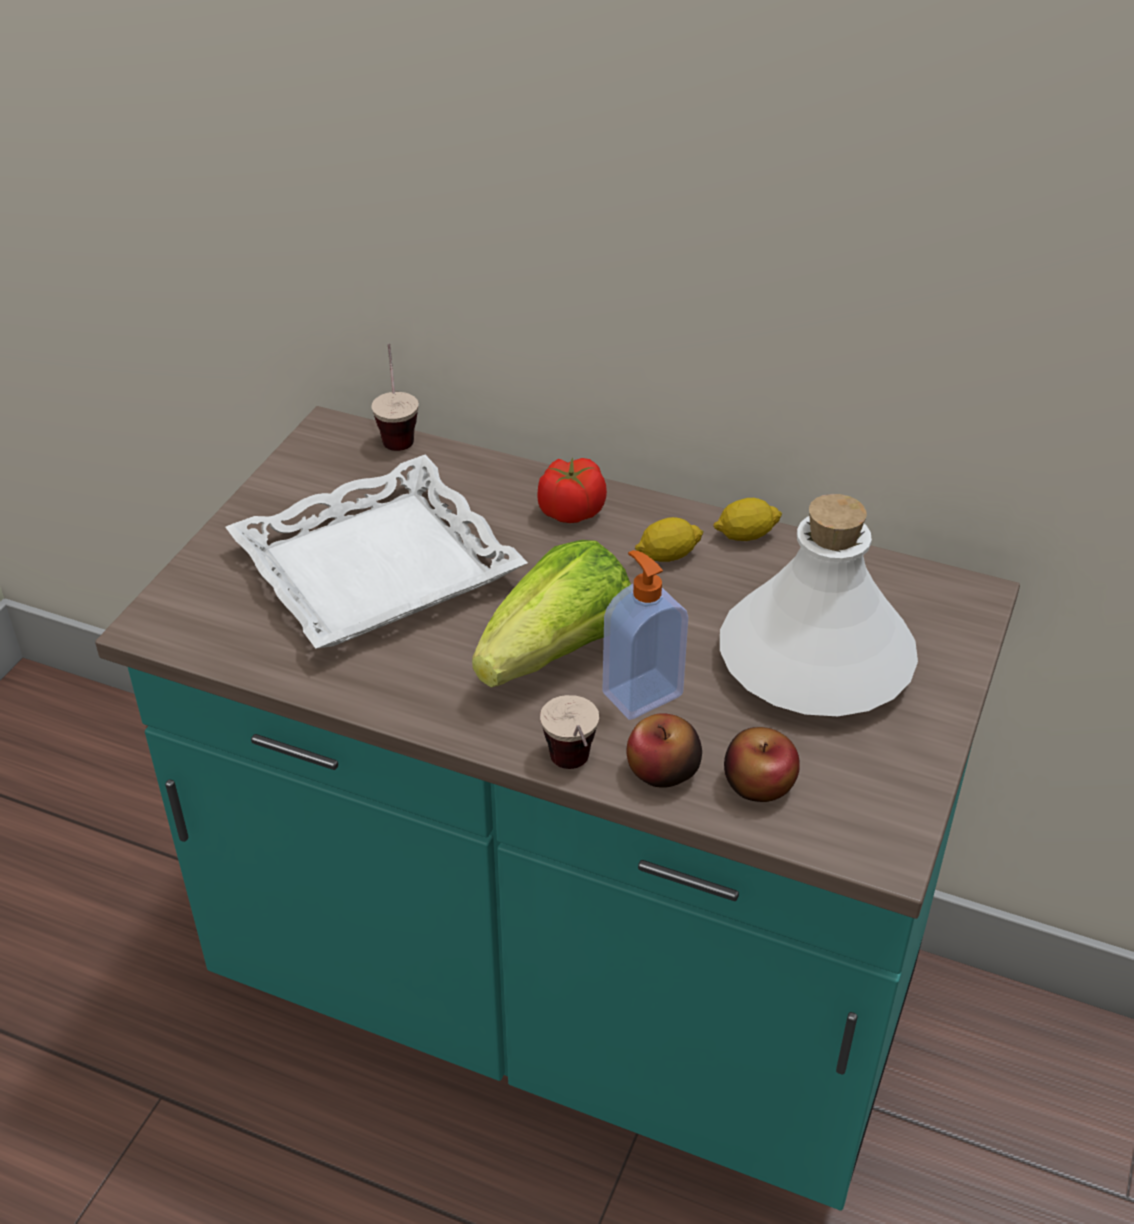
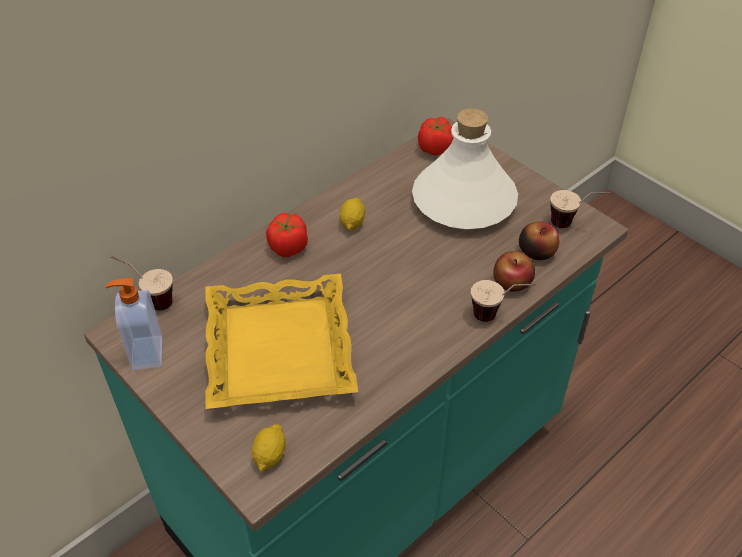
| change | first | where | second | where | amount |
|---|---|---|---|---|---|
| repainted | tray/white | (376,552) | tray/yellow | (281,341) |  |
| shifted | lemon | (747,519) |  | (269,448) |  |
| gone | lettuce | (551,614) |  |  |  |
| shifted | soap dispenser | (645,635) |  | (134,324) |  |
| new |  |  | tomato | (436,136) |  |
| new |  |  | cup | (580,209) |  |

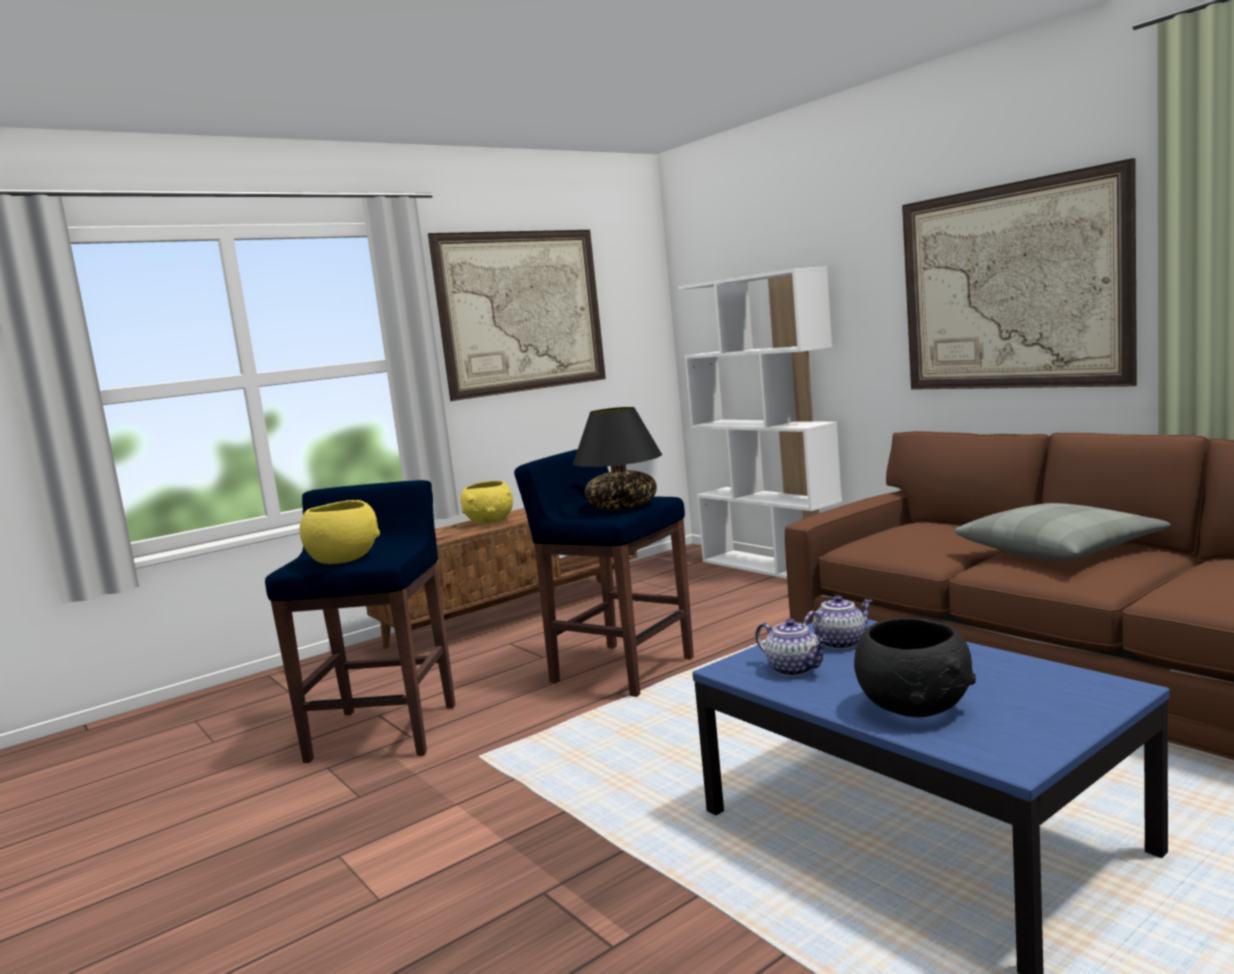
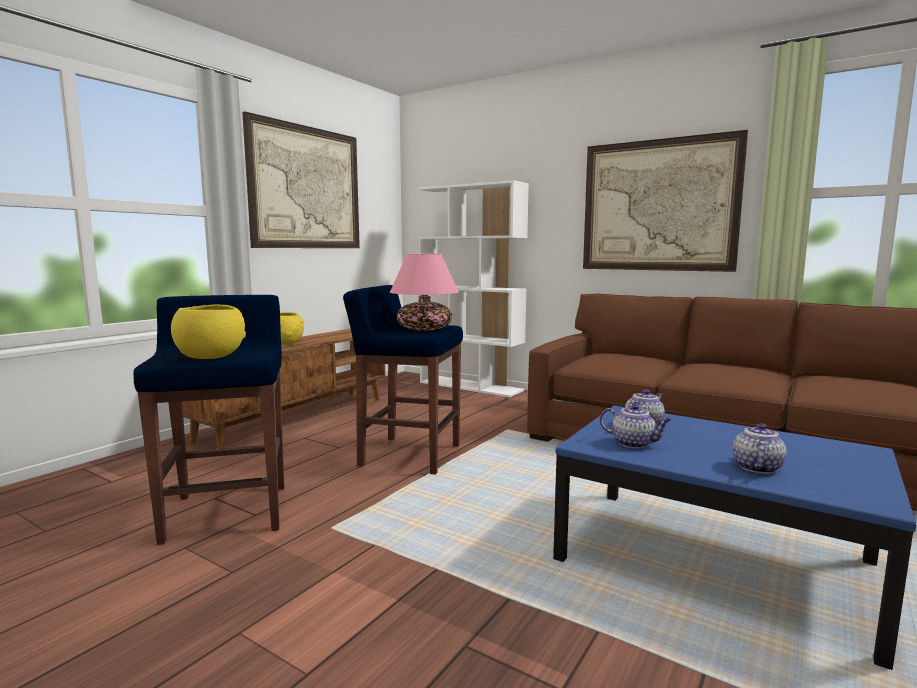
| change | first | where | second | where | amount |
|---|---|---|---|---|---|
| repainted | table lamp/black | (617,458) | table lamp/pink | (424,292) |  |
| gone | pillow/grey | (1063,531) |  |  |  |
| swapped | bowl/black | (915,667) | teapot | (760,448) |  |

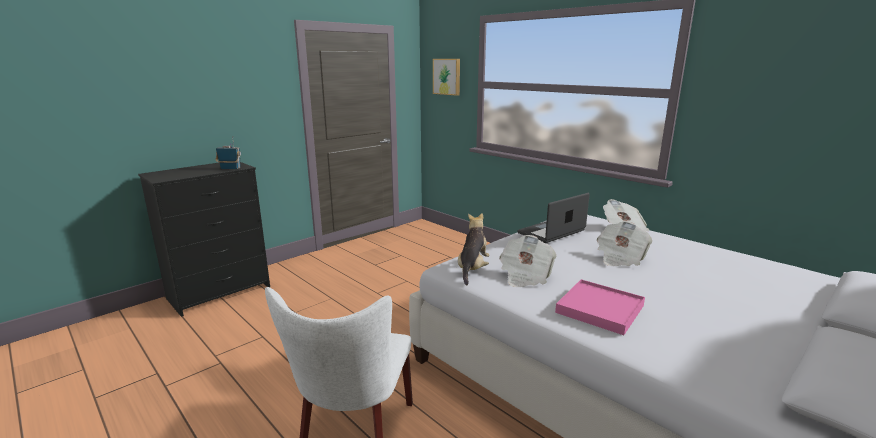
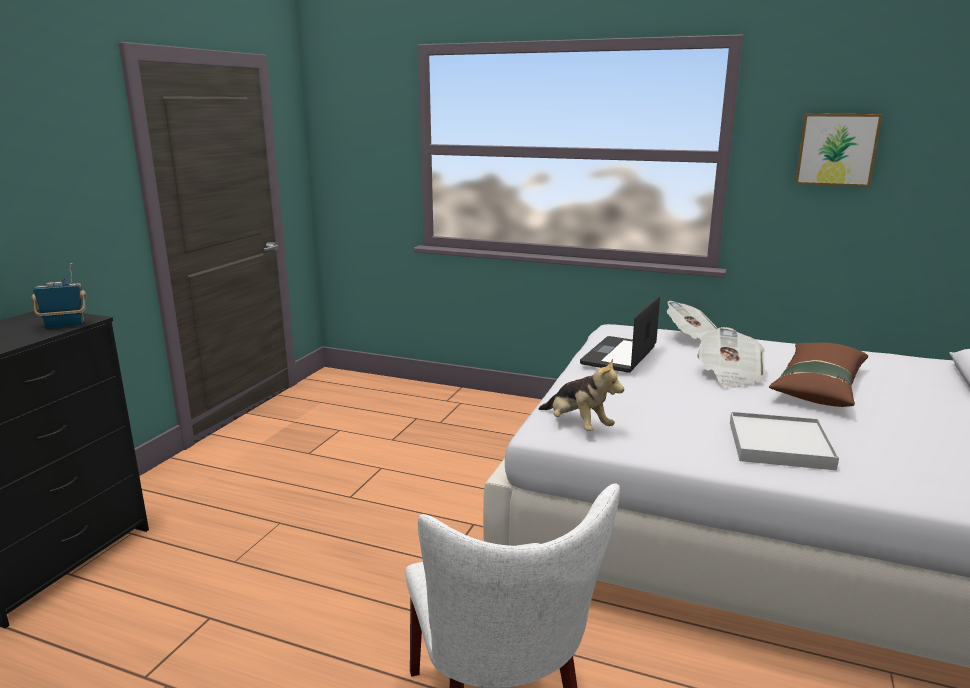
| change | first | where | second | where | amount |
|---|---|---|---|---|---|
| shifted | picture | (446,77) |  | (839,150) |  |
| rotated | plush toy | (474,249) |  | (581,394) | 150 degrees clockwise |
| gone | newspaper | (527,261) |  |  |  |
| repainted | tray/pink | (600,307) | tray/white | (784,441) |  |
| new |  |  | pillow/brown | (818,374) |  |

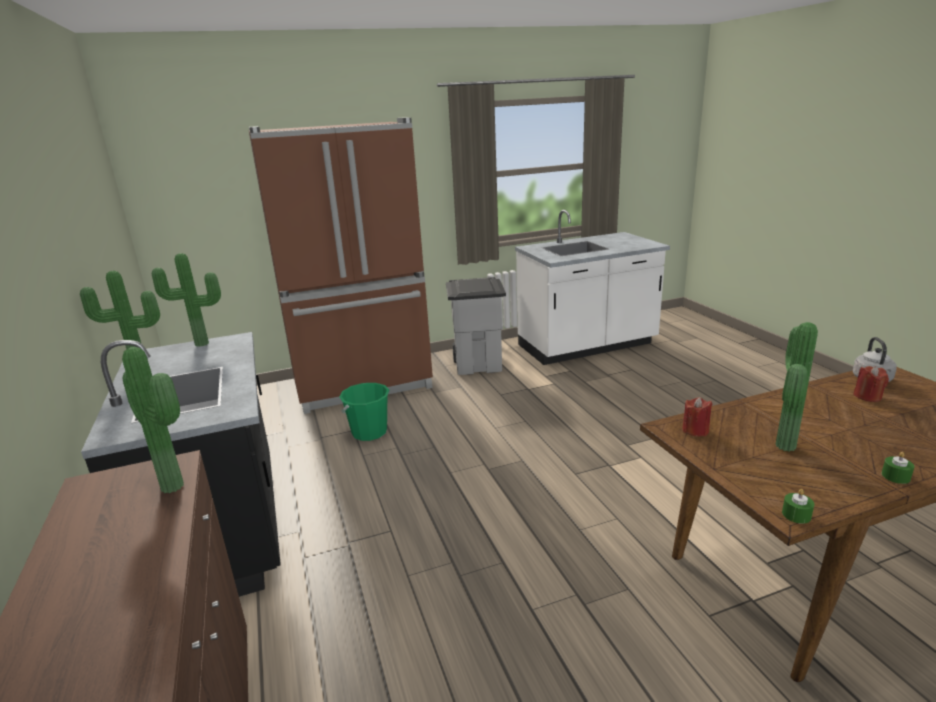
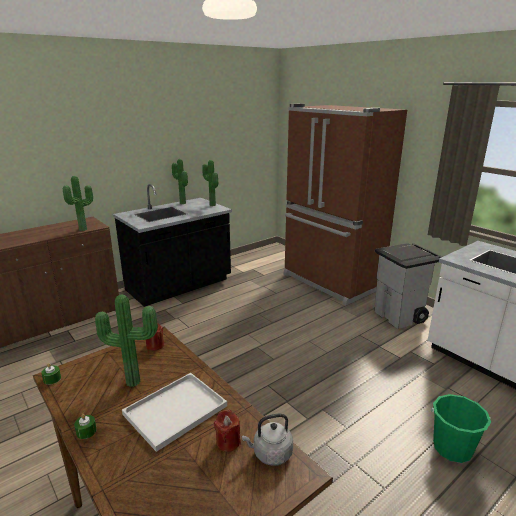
| change | first | where | second | where | amount |
|---|---|---|---|---|---|
| shifted | bucket/green | (364,412) |  | (461,428) |  |
| new |  |  | tray/white | (174,412) |  |

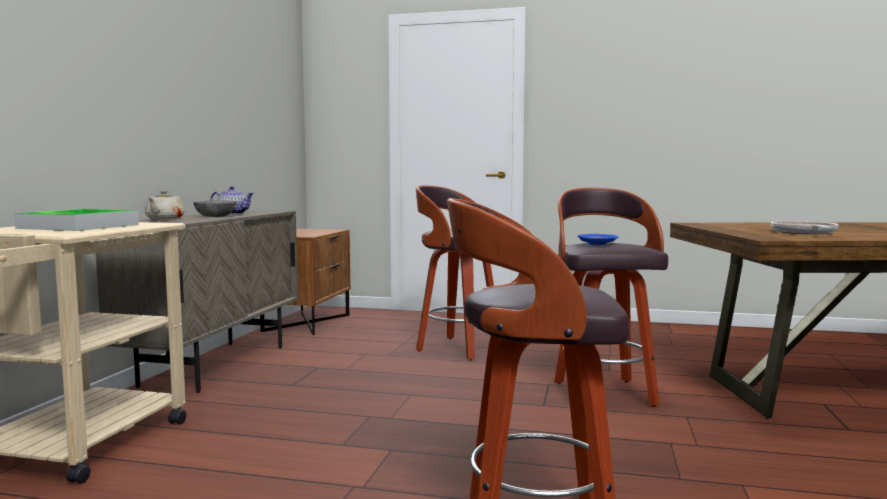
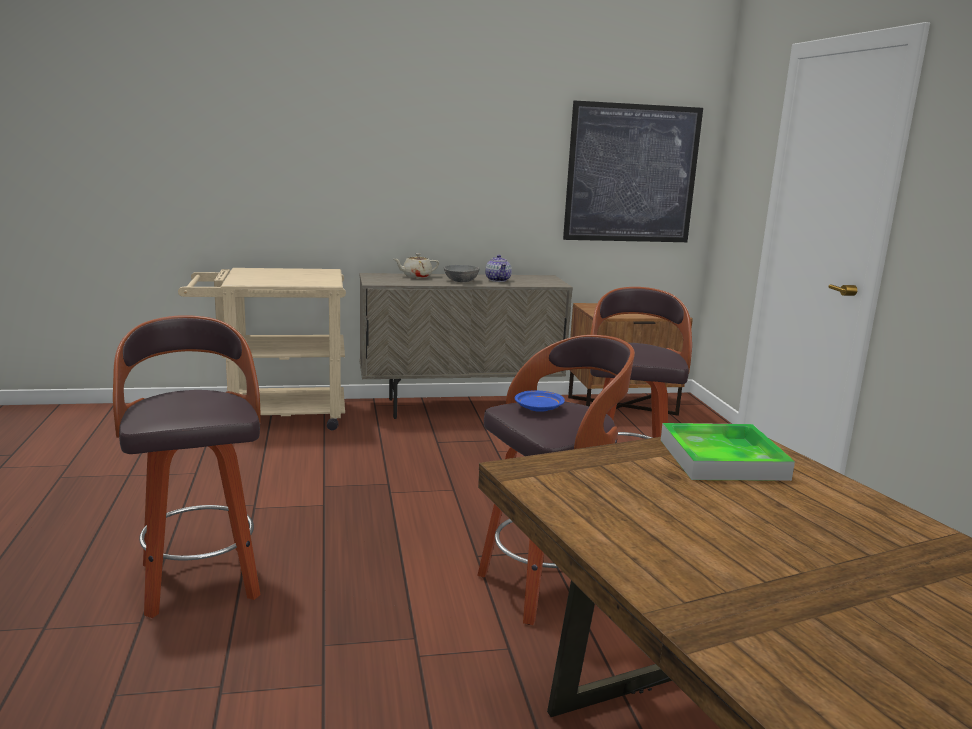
| change | first | where | second | where | amount |
|---|---|---|---|---|---|
| shifted | tray | (76,220) |  | (728,452) |  |
| gone | frying pan | (804,227) |  |  |  |
| new |  |  | picture | (633,171) |  |

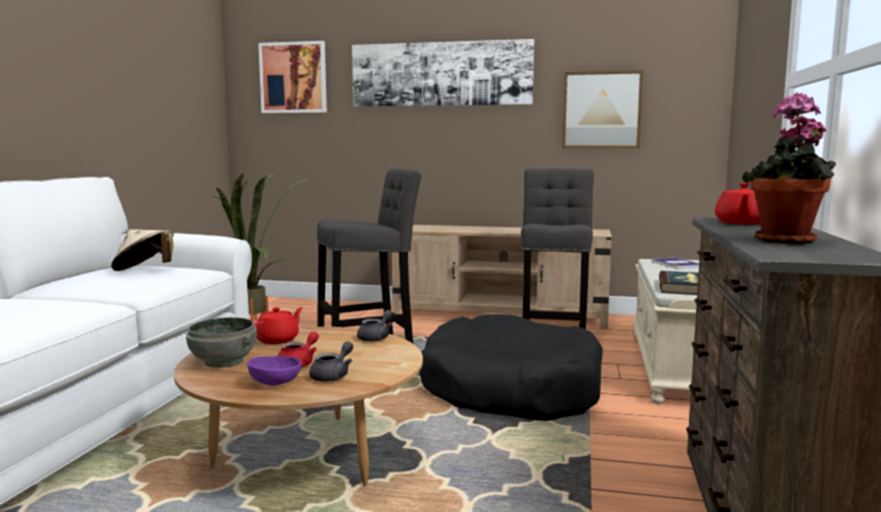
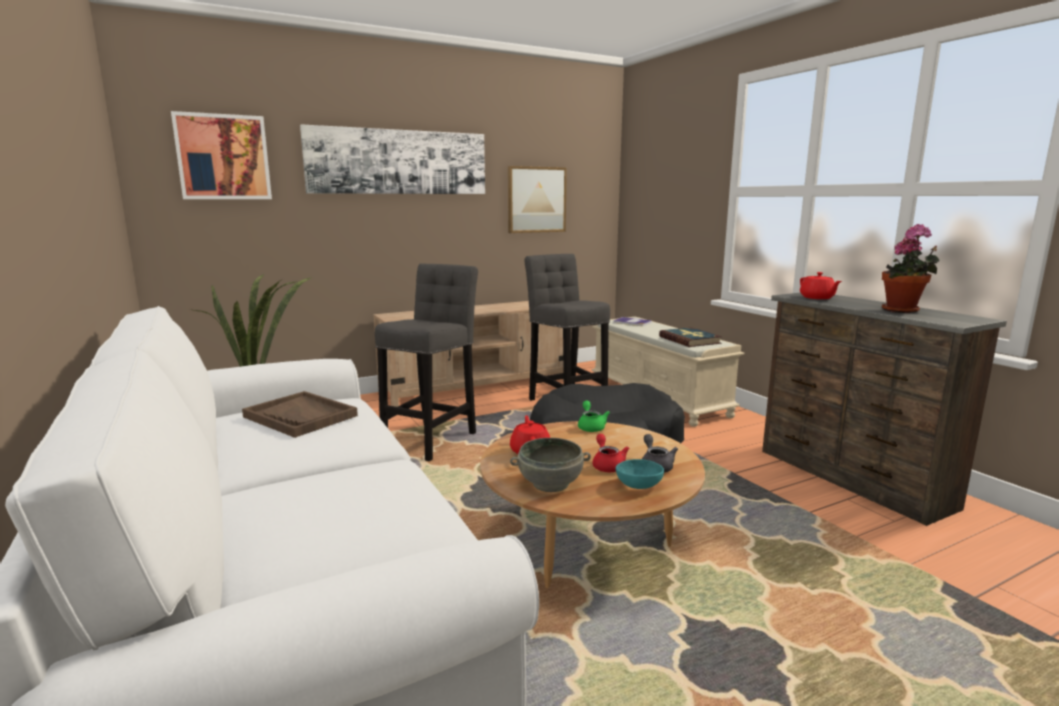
| change | first | where | second | where | amount |
|---|---|---|---|---|---|
| swapped | hat/beige | (142,250) | tray/brown | (300,414) |  |
| repainted | teapot/grey | (375,326) | teapot/green | (594,416) |  |
| repainted | bowl/purple | (274,370) | bowl/turquoise | (640,474) |  |

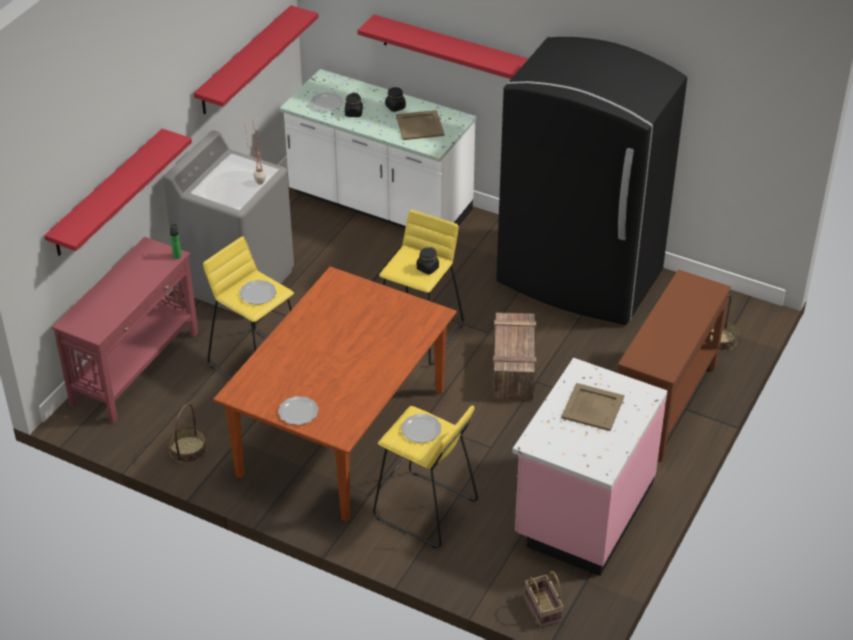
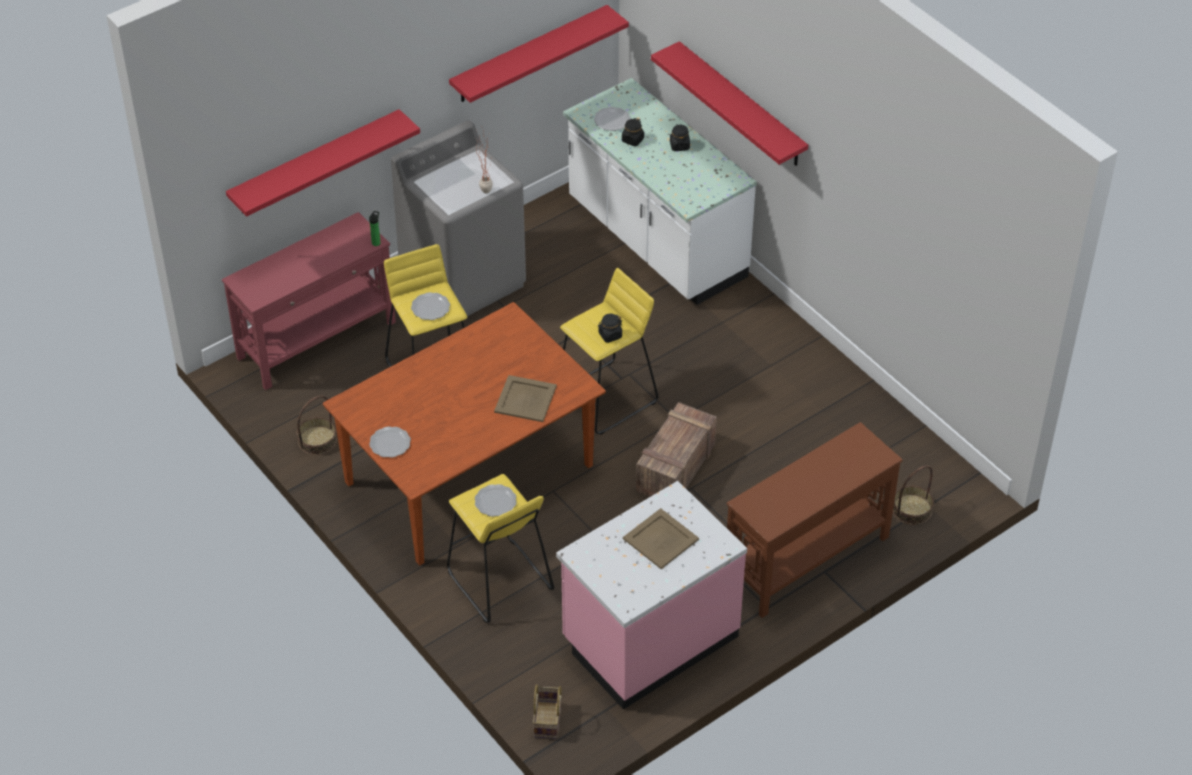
| change | first | where | second | where | amount |
|---|---|---|---|---|---|
| gone | fridge/black | (591,181) |  |  |  |
| shifted | tray/beige | (420,125) |  | (525,398) |  |

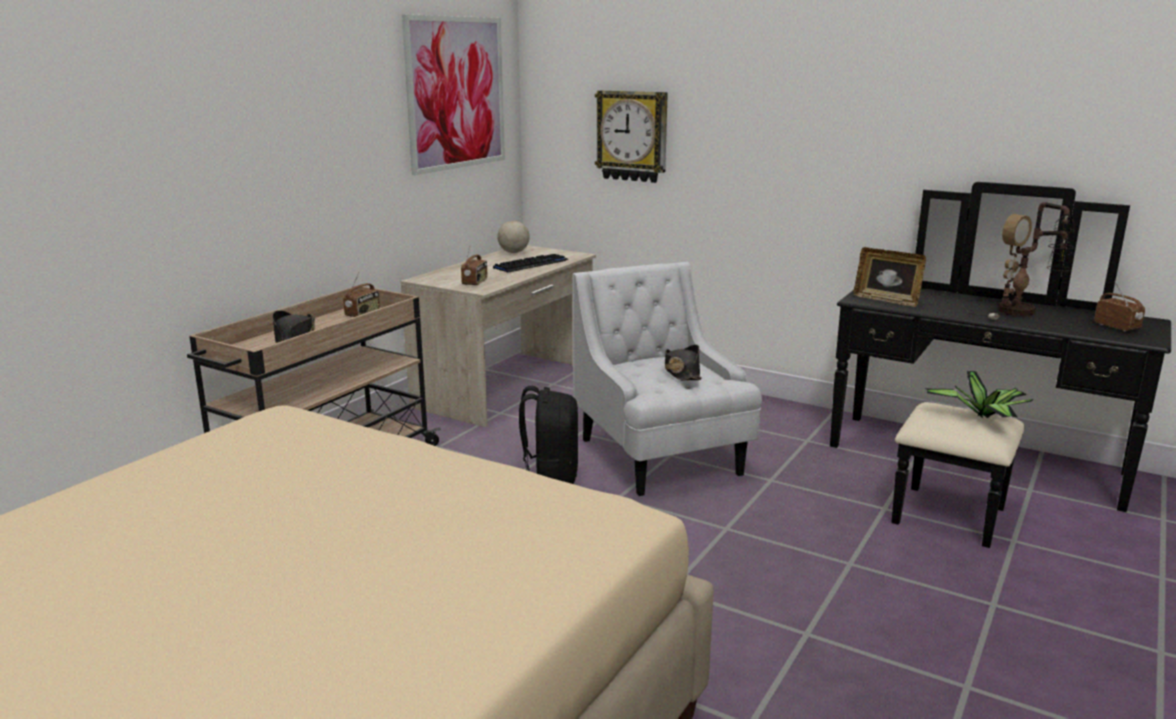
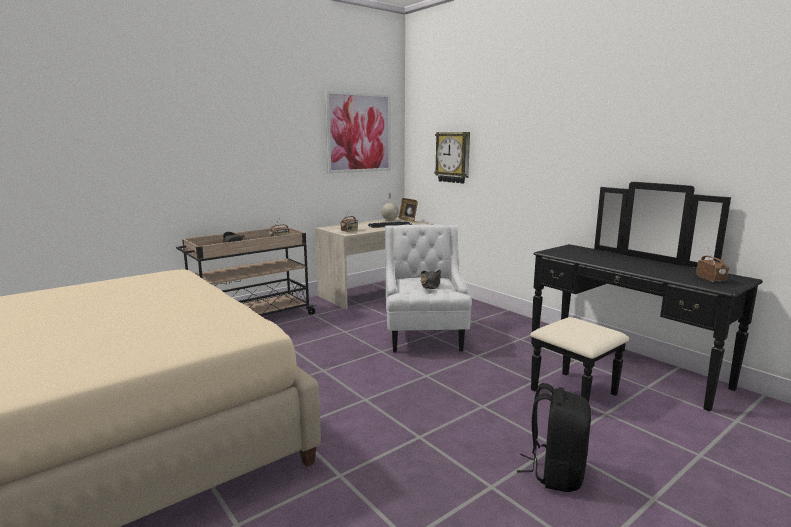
| change | first | where | second | where | amount |
|---|---|---|---|---|---|
| gone | table lamp | (1018,261) |  |  |  |
| shifted | picture frame | (889,277) |  | (408,210) |  |
| gone | potted plant | (979,394) |  |  |  |
| shifted | backpack/black | (548,435) |  | (554,437) |  |

